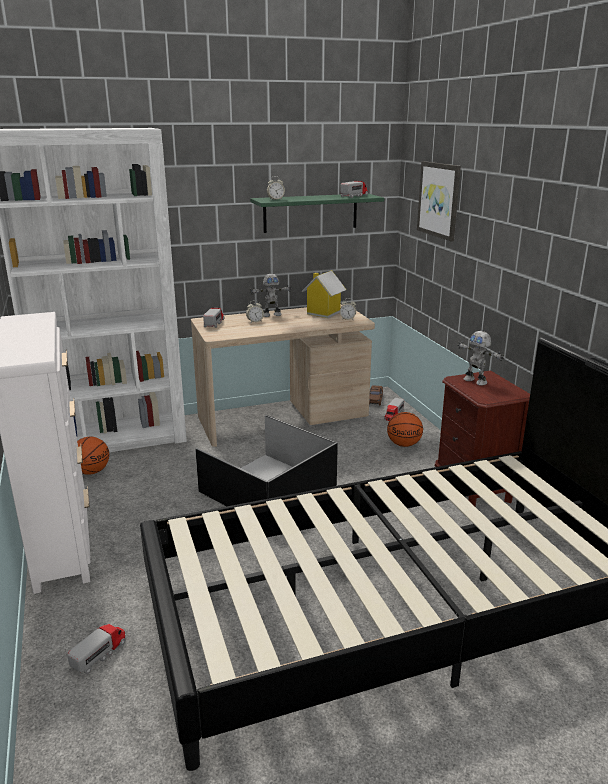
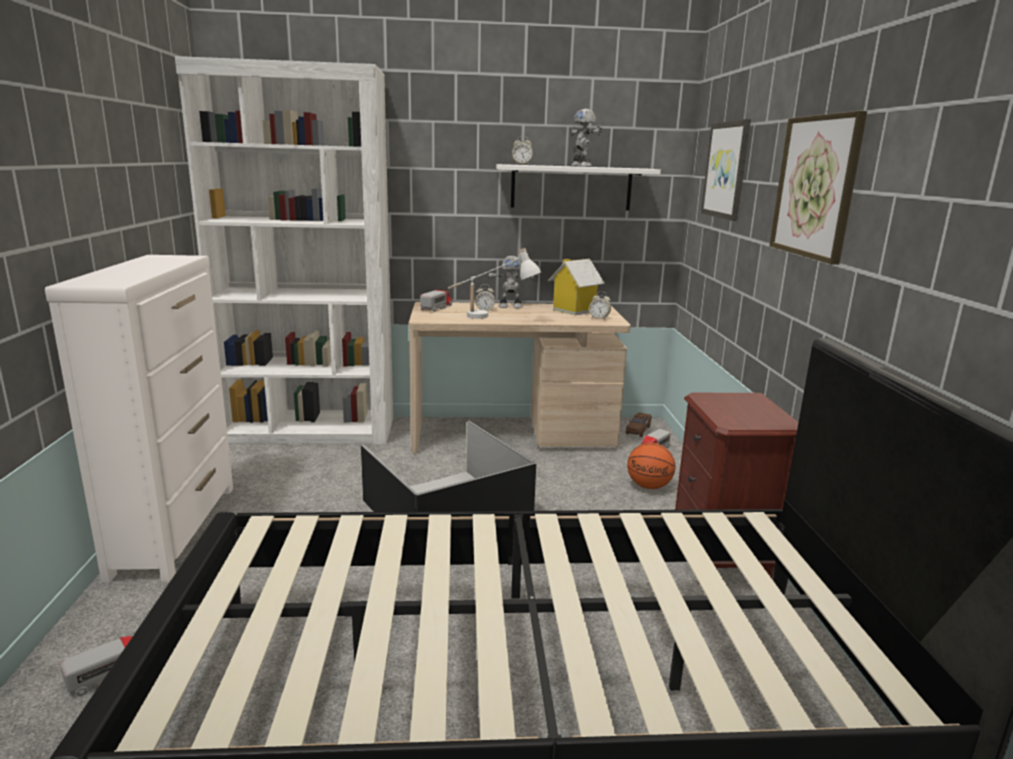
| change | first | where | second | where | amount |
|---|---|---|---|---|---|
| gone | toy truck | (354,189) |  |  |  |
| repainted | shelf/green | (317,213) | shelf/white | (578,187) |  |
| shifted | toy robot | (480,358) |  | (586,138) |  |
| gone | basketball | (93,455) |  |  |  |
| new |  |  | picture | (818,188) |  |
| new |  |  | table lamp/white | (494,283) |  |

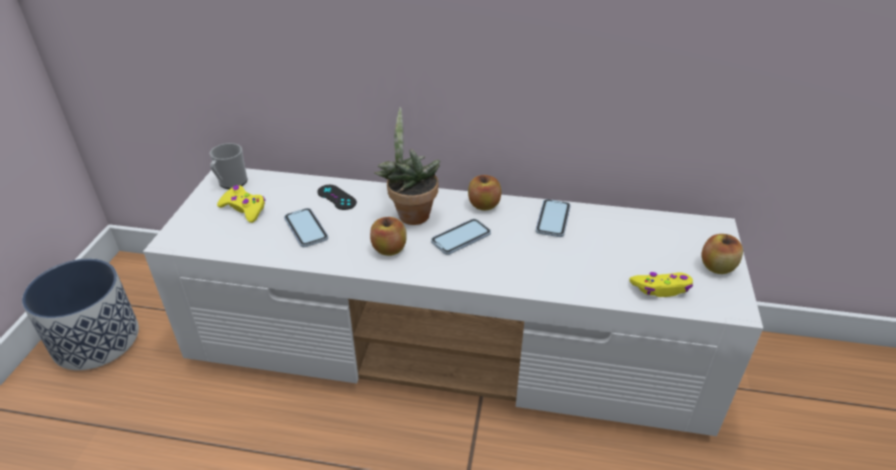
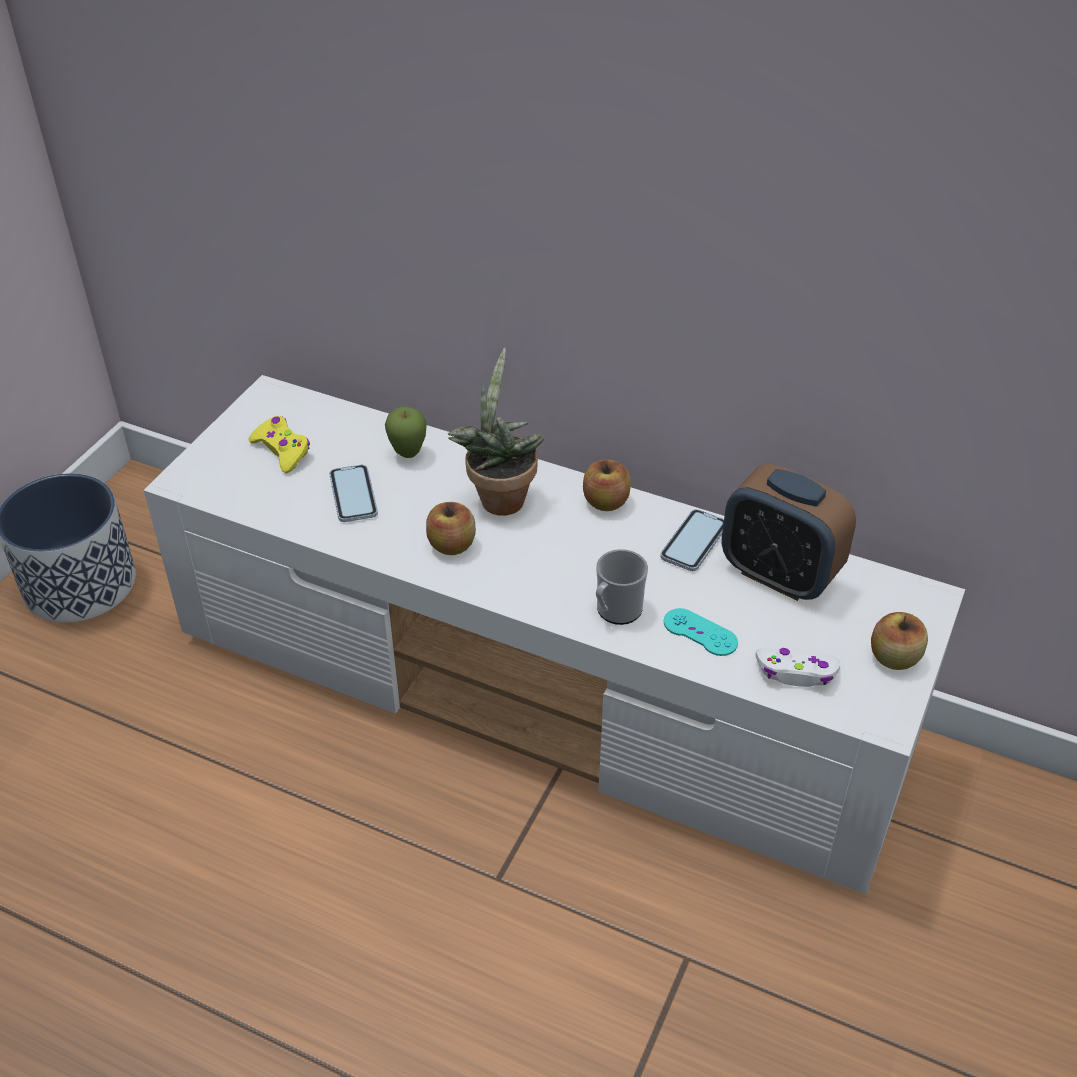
| change | first | where | second | where | amount |
|---|---|---|---|---|---|
| shifted | mug | (228,166) |  | (622,587) |  |
| swapped | game controller/black | (337,197) | apple | (406,432) |  |
| gone | phone | (461,237) |  |  |  |
| repainted | game controller/yellow | (661,284) | game controller/white | (798,667) |  |
| new |  |  | alarm clock | (789,532) |  |
| new |  |  | game controller/turquoise | (701,632) |  |

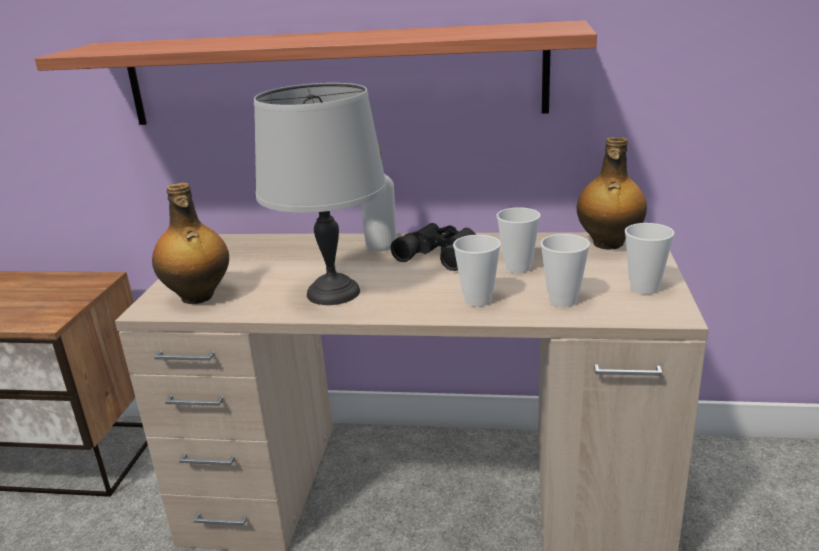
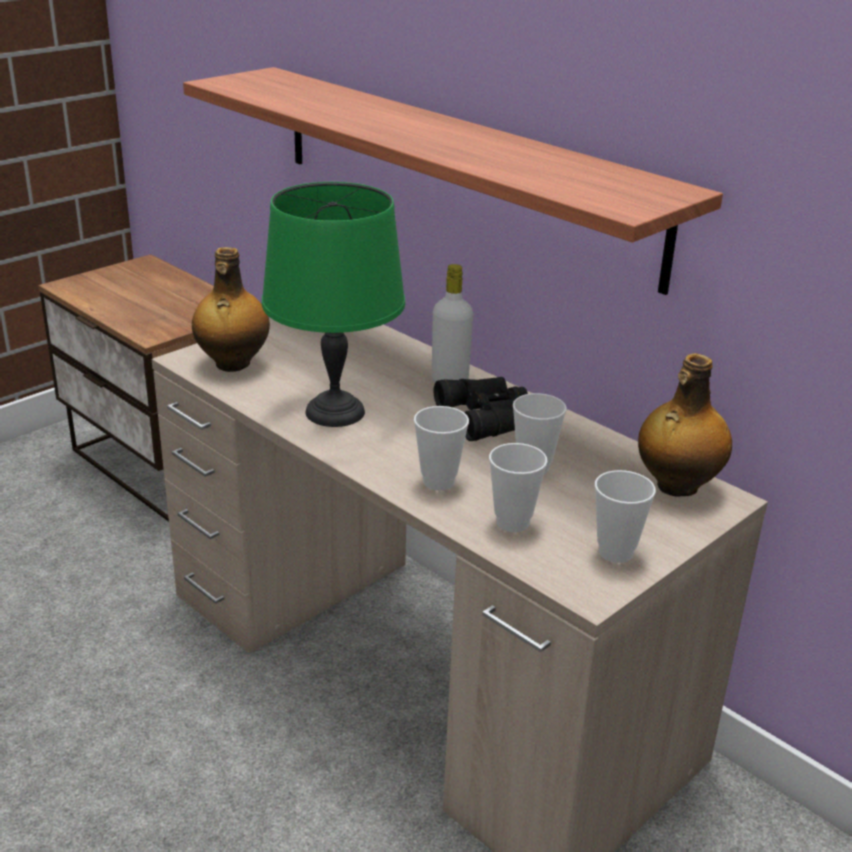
| change | first | where | second | where | amount |
|---|---|---|---|---|---|
| repainted | table lamp/grey | (320,194) | table lamp/green | (333,304) |  |

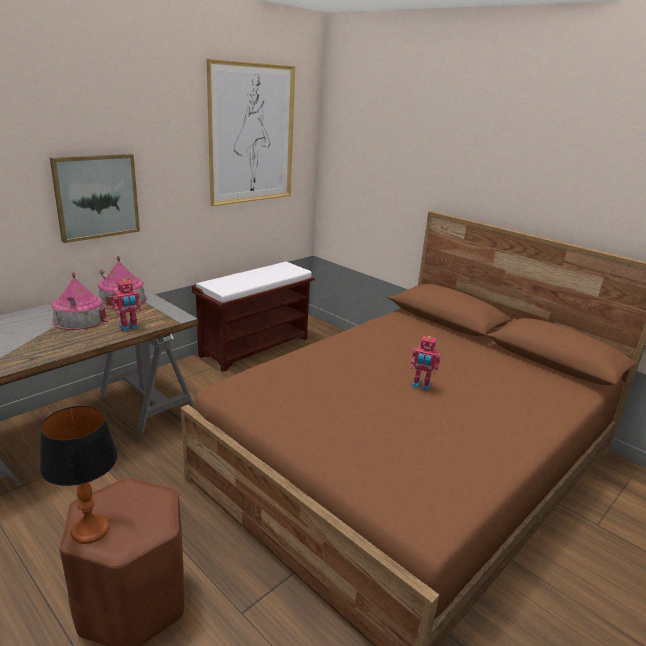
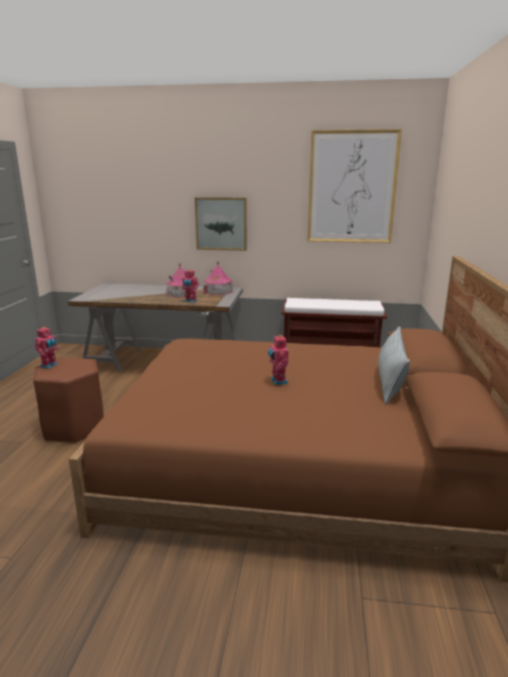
| change | first | where | second | where | amount |
|---|---|---|---|---|---|
| swapped | table lamp | (79,475) | toy robot | (47,347) |  |
| new |  |  | pillow | (394,365) |  |

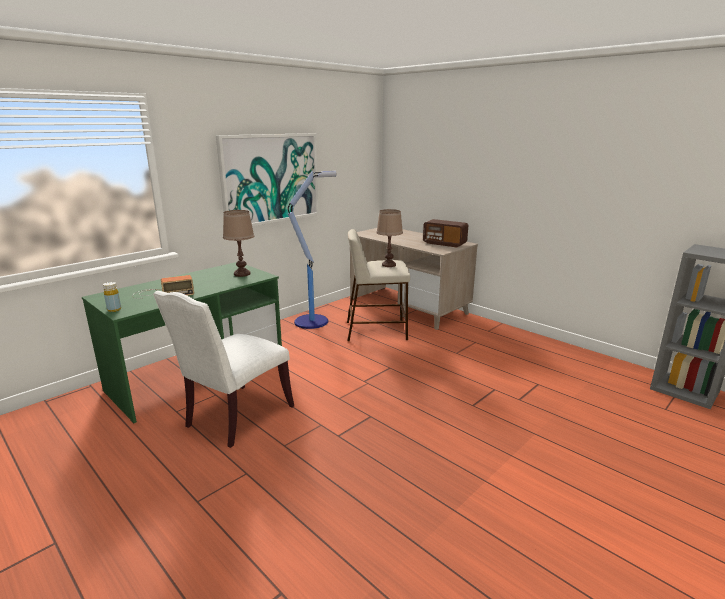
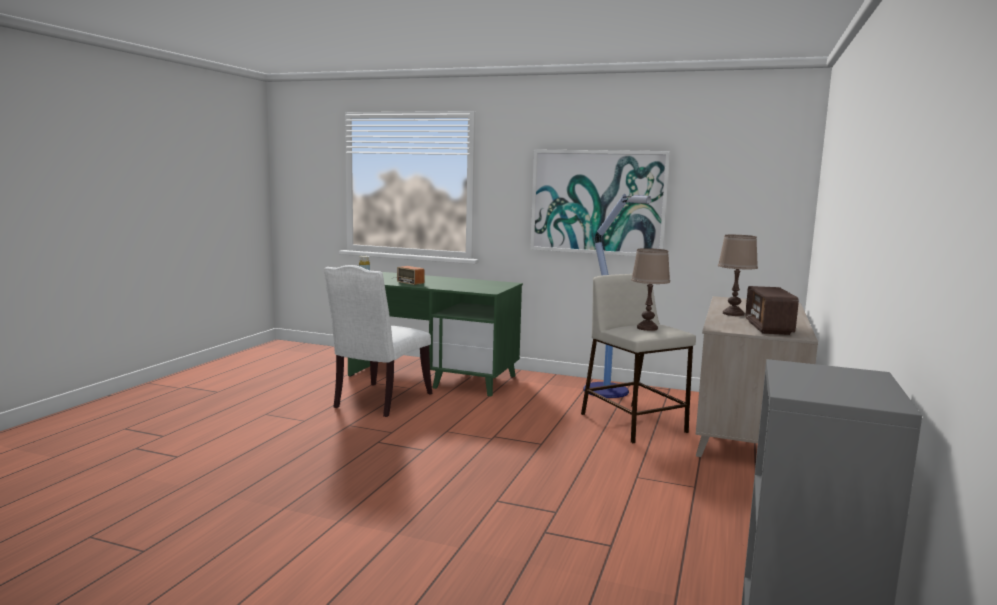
| change | first | where | second | where | amount |
|---|---|---|---|---|---|
| shifted | table lamp/brown | (238,243) |  | (738,275) |  |
| rotated | chair/white | (223,369) |  | (378,341) | 75 degrees counterclockwise |

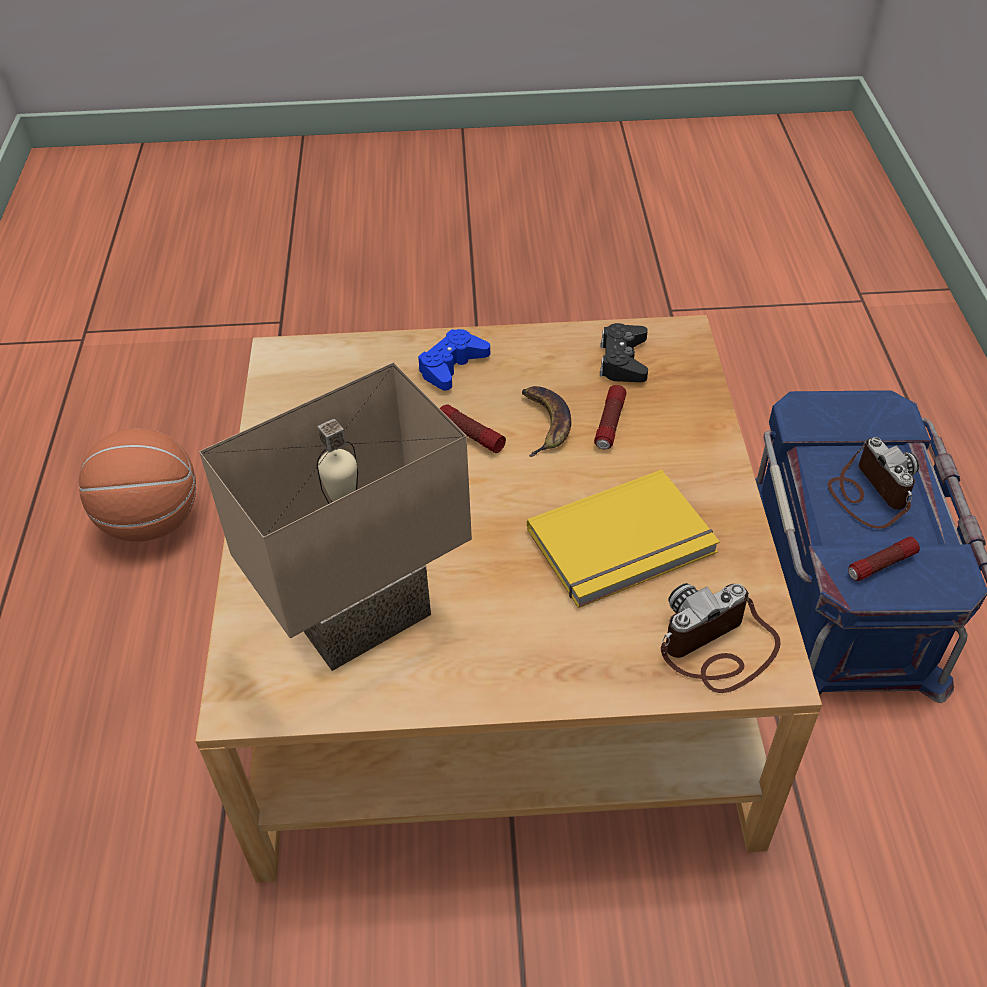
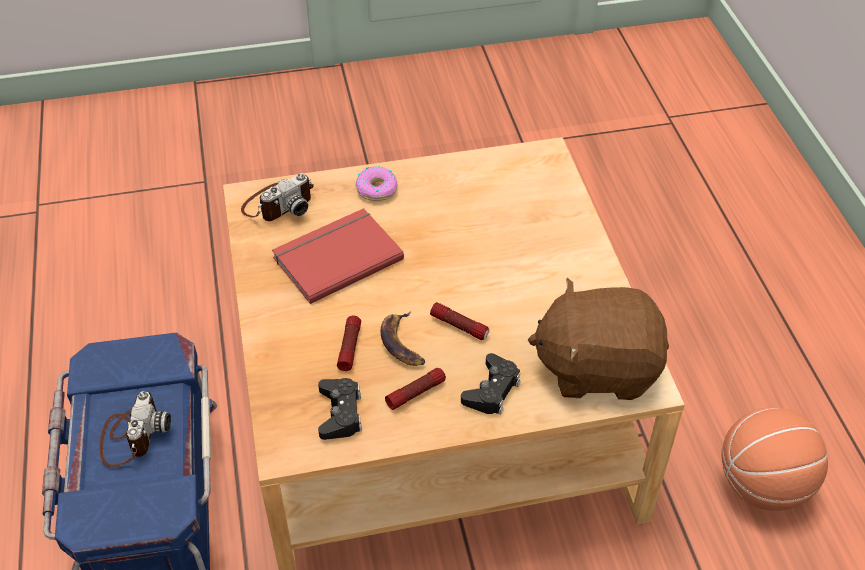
| change | first | where | second | where | amount |
|---|---|---|---|---|---|
| repainted | game controller/blue | (454,359) | game controller/black | (490,384) |  |
| gone | table lamp/beige | (335,516) |  |  |  |
| rotated | photo camera | (873,483) |  | (135,429) | 150 degrees counterclockwise |
| repainted | book/yellow | (623,539) | book/red | (338,256) |  |
| shifted | flashlight | (884,558) |  | (415,389) |  |
| new |  |  | donut | (377,183) |  |
| new |  |  | plush toy/brown | (598,339) |  |

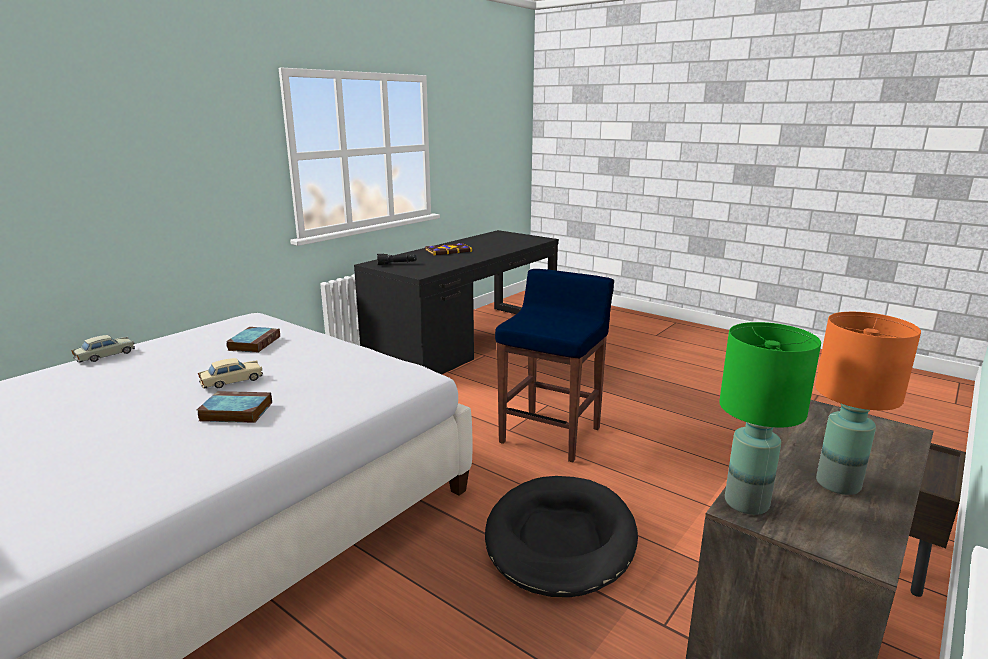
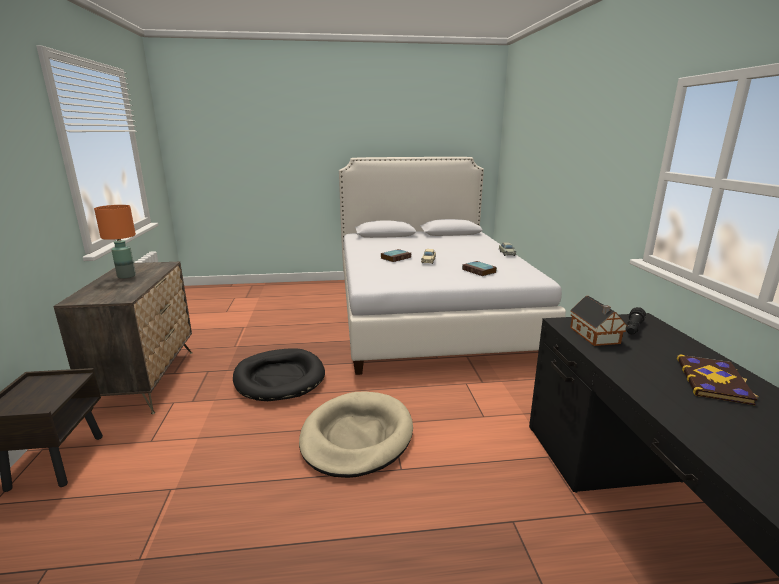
| change | first | where | second | where | amount |
|---|---|---|---|---|---|
| swapped | stool/blue | (554,366) | dog bed/beige | (356,434) |  |
| gone | table lamp/green | (770,418) |  |  |  |
| new |  |  | toy house | (599,321) |  |

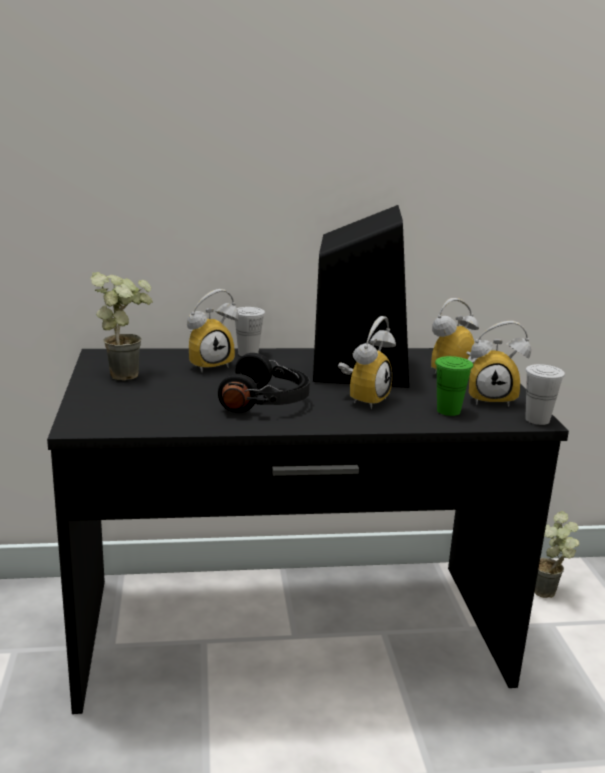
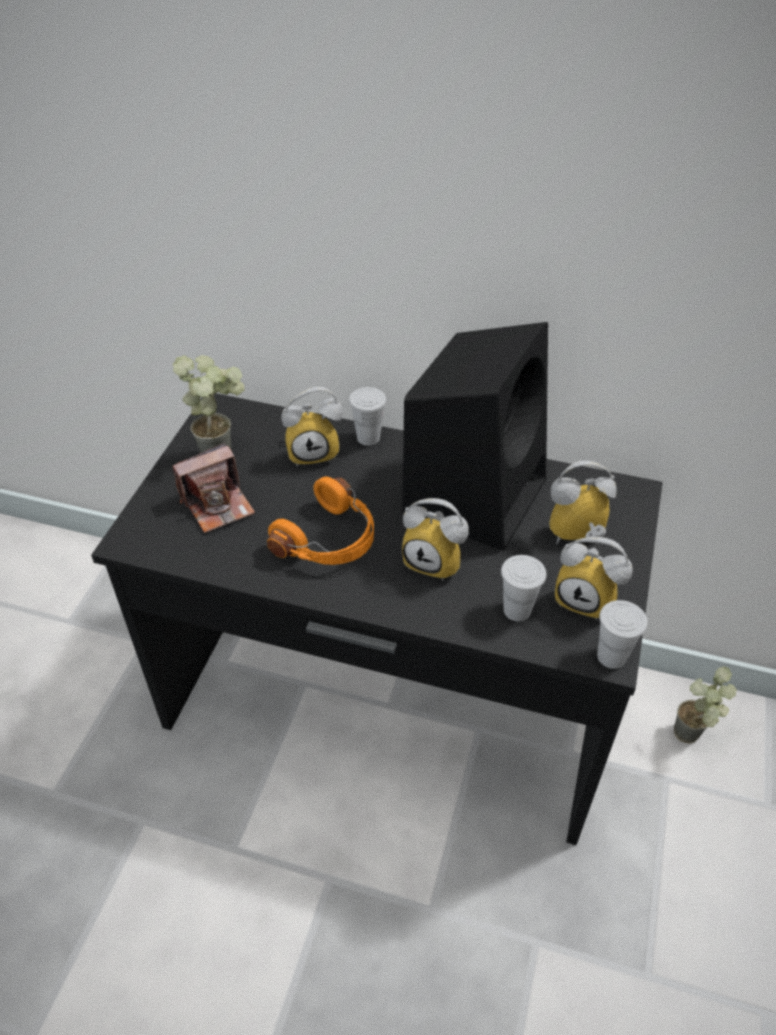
| change | first | where | second | where | amount |
|---|---|---|---|---|---|
| rotated | alarm clock | (367,362) |  | (435,539) | 60 degrees clockwise |
| repainted | headphones/black | (264,382) | headphones/orange | (320,521) |  |
| repainted | cup/green | (454,386) | cup/white | (524,588) |  |
| new |  |  | photo camera | (213,488) |  |

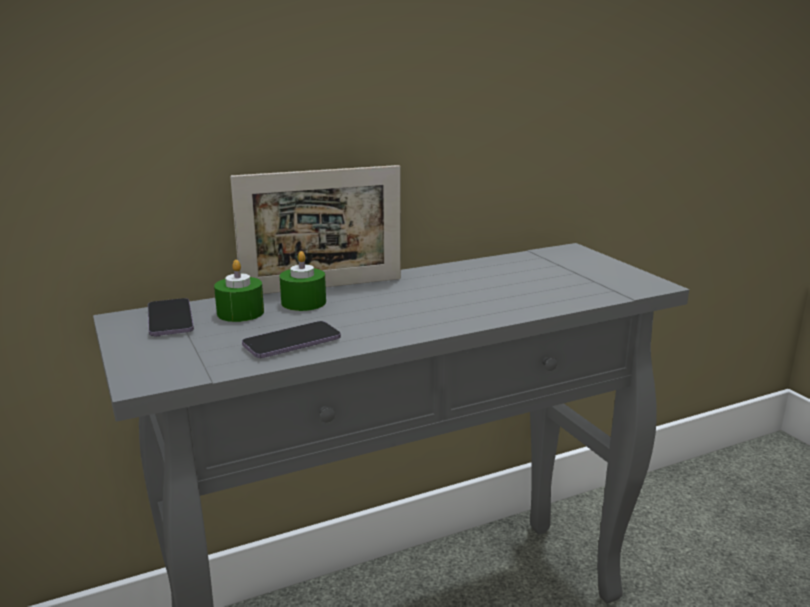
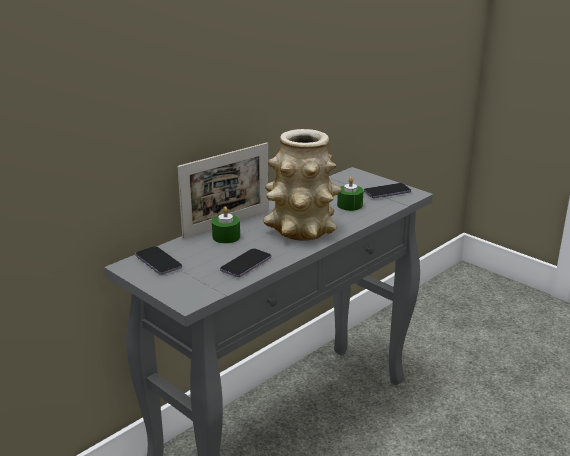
| change | first | where | second | where | amount |
|---|---|---|---|---|---|
| shifted | candle/green | (239,291) |  | (350,194) |  |
| new |  |  | vase | (302,185) |  |
| new |  |  | phone | (387,190) |  |

